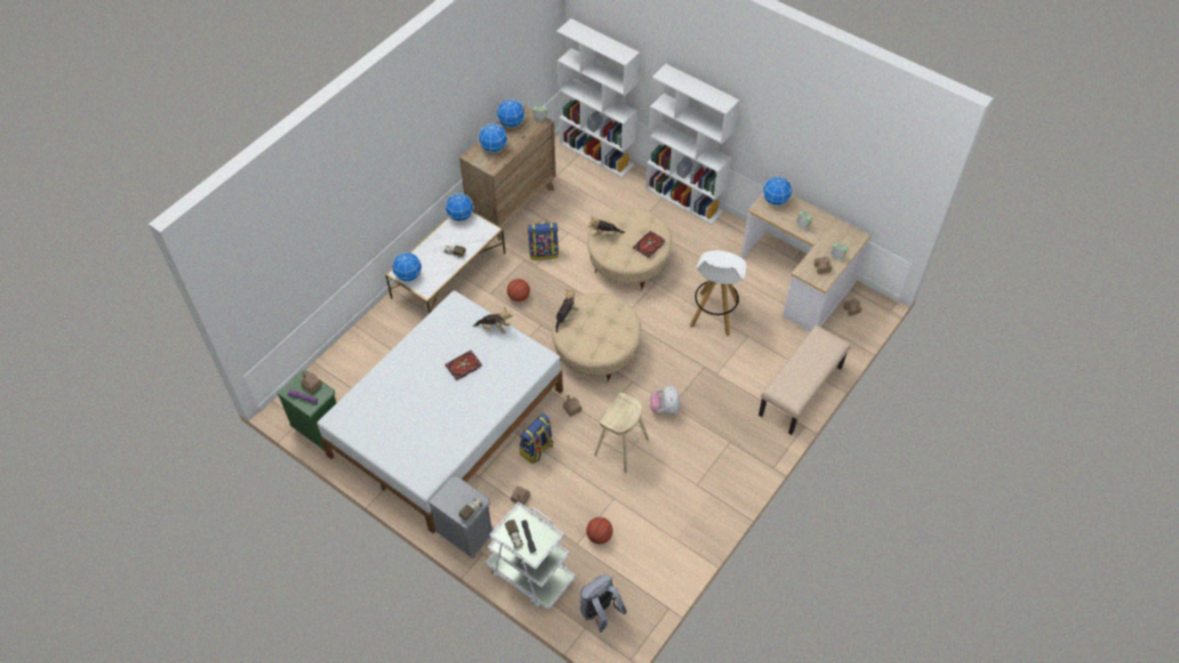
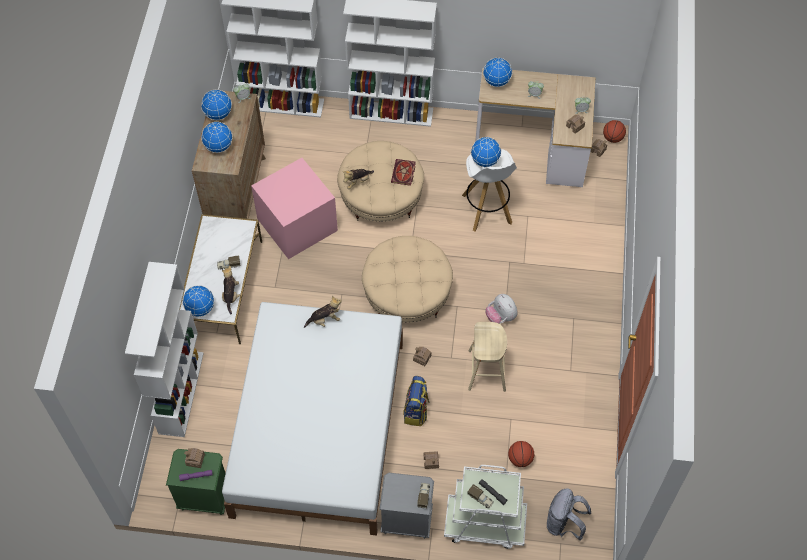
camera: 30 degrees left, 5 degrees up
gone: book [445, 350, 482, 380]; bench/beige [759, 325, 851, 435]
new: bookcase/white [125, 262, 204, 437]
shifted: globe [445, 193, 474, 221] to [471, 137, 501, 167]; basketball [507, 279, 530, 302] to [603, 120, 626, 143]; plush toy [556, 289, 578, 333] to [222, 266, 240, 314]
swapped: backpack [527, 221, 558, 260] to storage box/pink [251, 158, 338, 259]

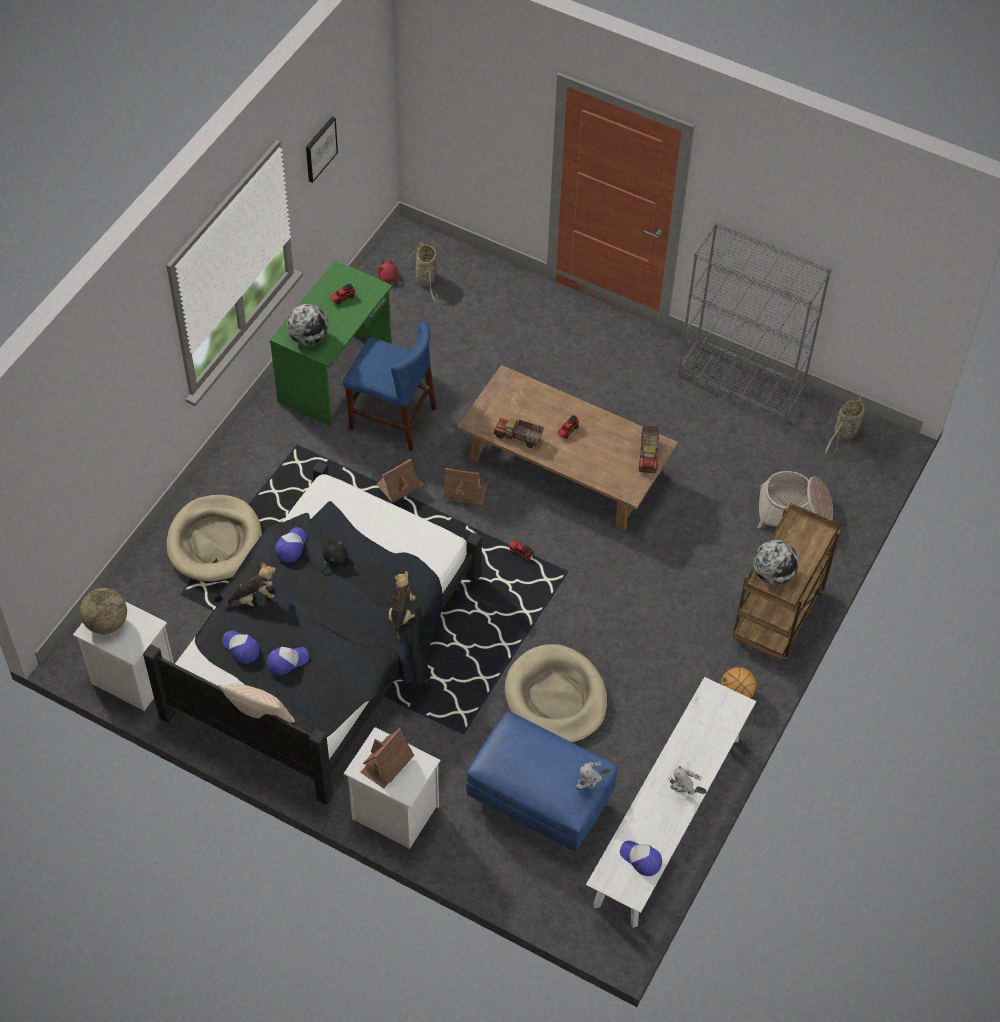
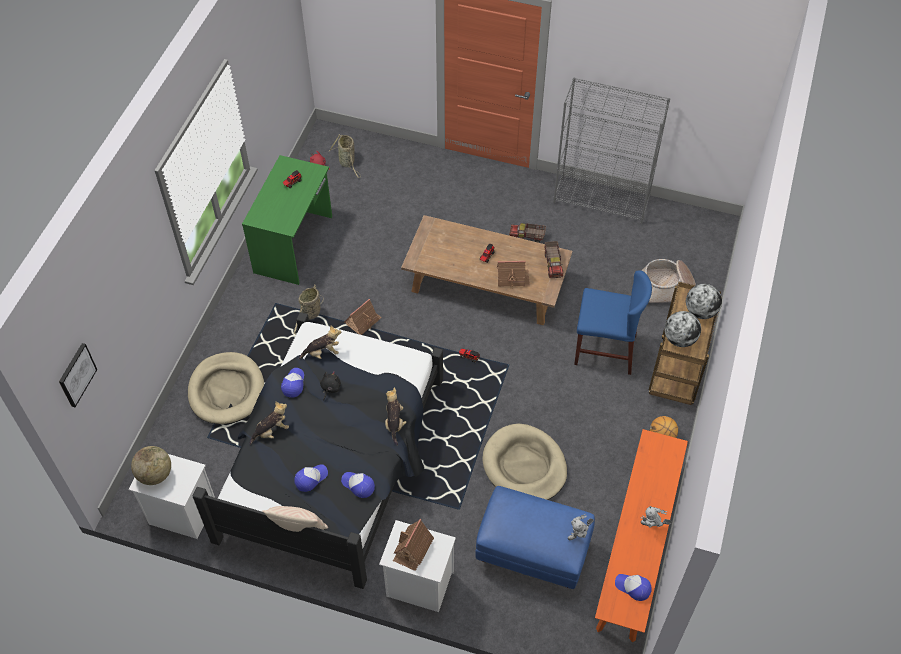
camera: 10 degrees left, 0 degrees up
new: plush toy [299, 325, 341, 359]
shifted: cap [222, 631, 259, 664] to [341, 472, 375, 498]; globe [287, 304, 328, 346] to [686, 284, 722, 319]; picture [306, 117, 338, 183] to [59, 343, 97, 407]; chair/blue [343, 322, 436, 451] to [574, 270, 652, 375]; toy house [443, 468, 487, 505] to [497, 261, 530, 287]; toy truck [493, 418, 544, 448] to [509, 223, 546, 243]; basket [825, 397, 865, 455] to [294, 284, 324, 334]
repainted: bench/white [586, 677, 756, 928] to bench/orange [595, 429, 688, 642]

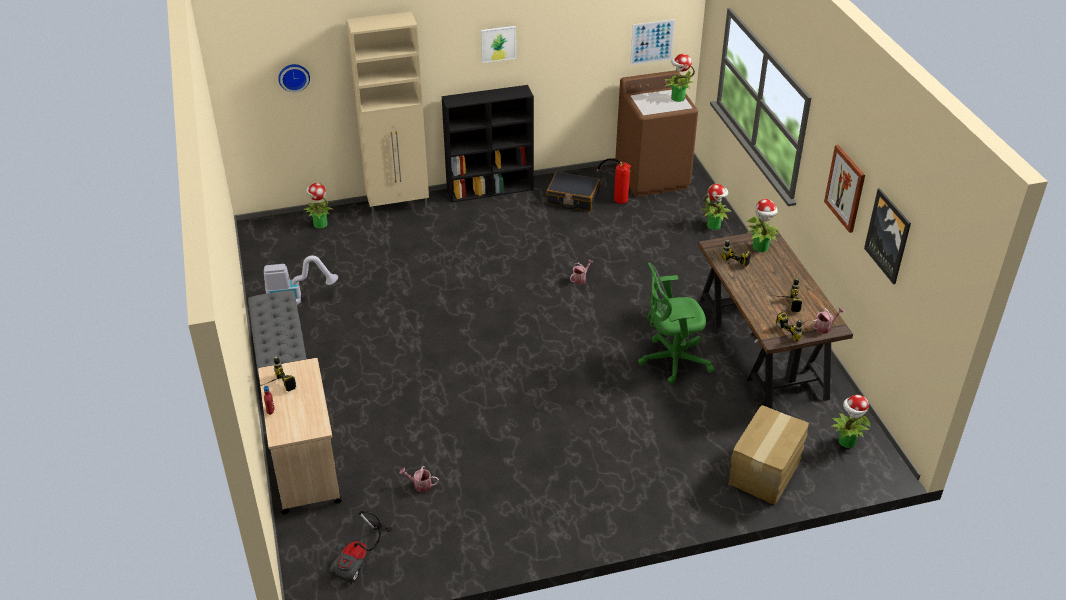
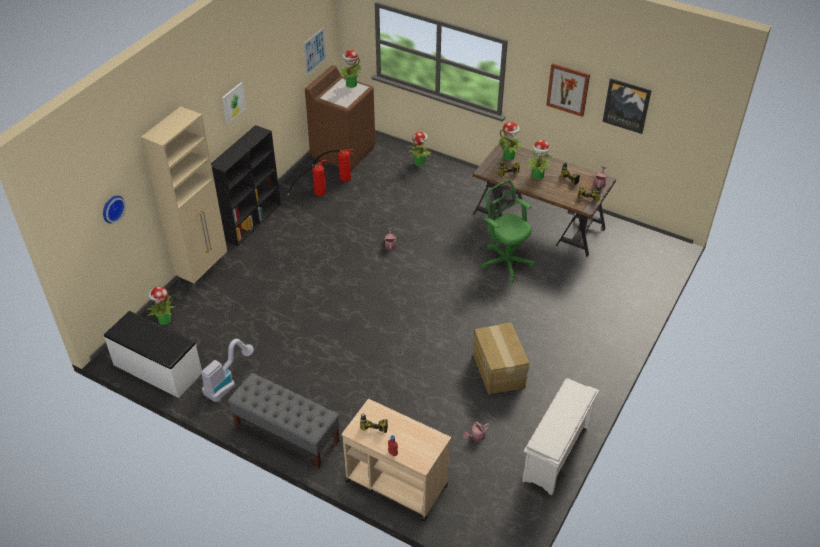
camera: 45 degrees left, 5 degrees up
gone: vacuum cleaner [330, 510, 393, 584]
new: bench/white [104, 311, 202, 398]; shoe rack/white [522, 378, 599, 495]
shifted: cardboard box [728, 405, 809, 505] to [473, 323, 529, 395]; potted plant [830, 395, 871, 448] to [526, 140, 552, 180]
swapped: suitcase/black [546, 171, 600, 211] to fire extinguisher [288, 159, 327, 196]
rotated: office chair/green [638, 262, 715, 384] = [481, 180, 535, 283] 105 degrees clockwise

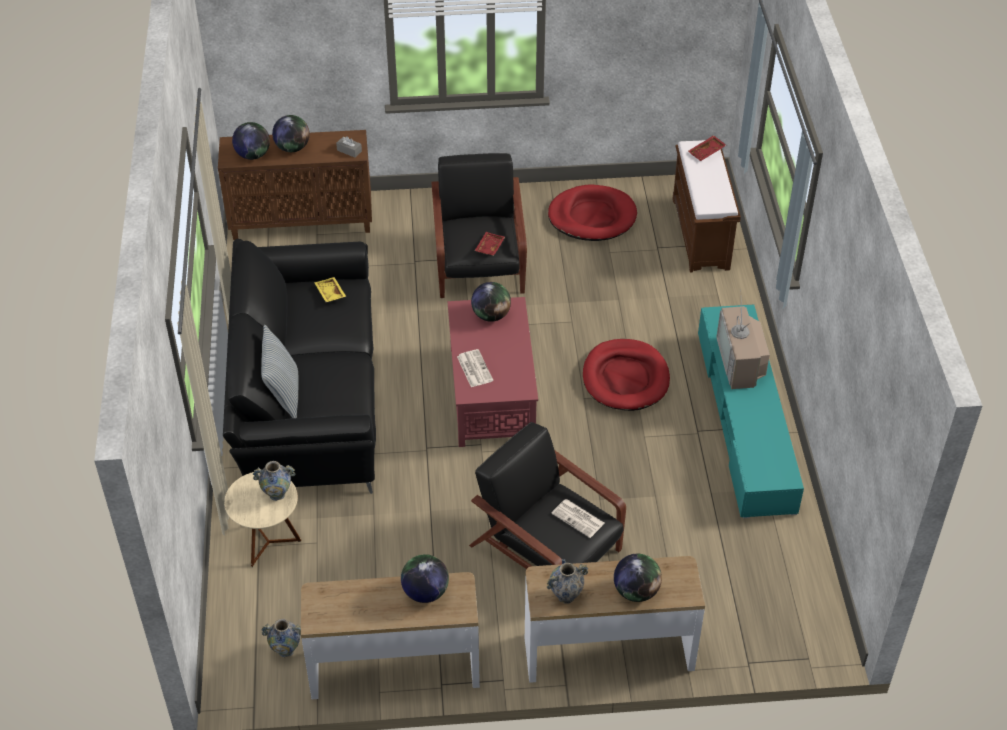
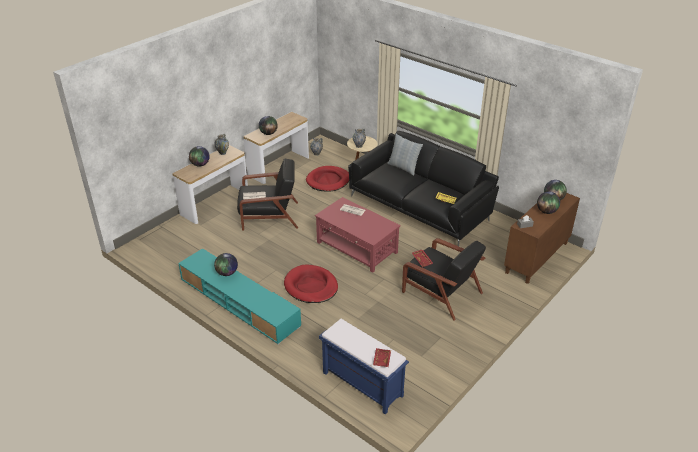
camera: 135 degrees right, 10 degrees down
gone: television [716, 290, 770, 389]
shifted: globe [471, 282, 511, 322] to [214, 253, 238, 276]; dog bed/red [548, 185, 637, 241] to [306, 166, 349, 192]
repainted: bench/brown [672, 140, 741, 273] to bench/blue [319, 319, 409, 414]

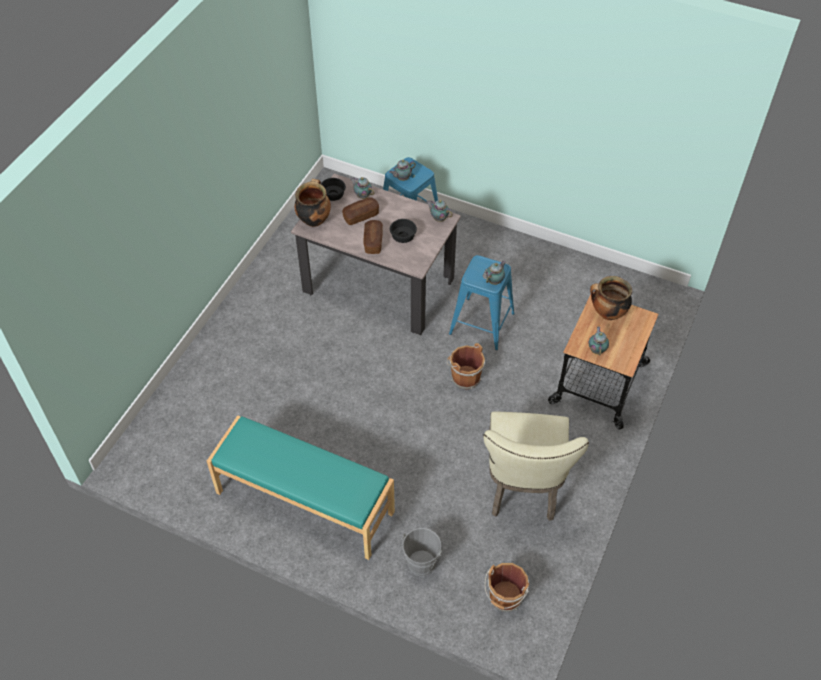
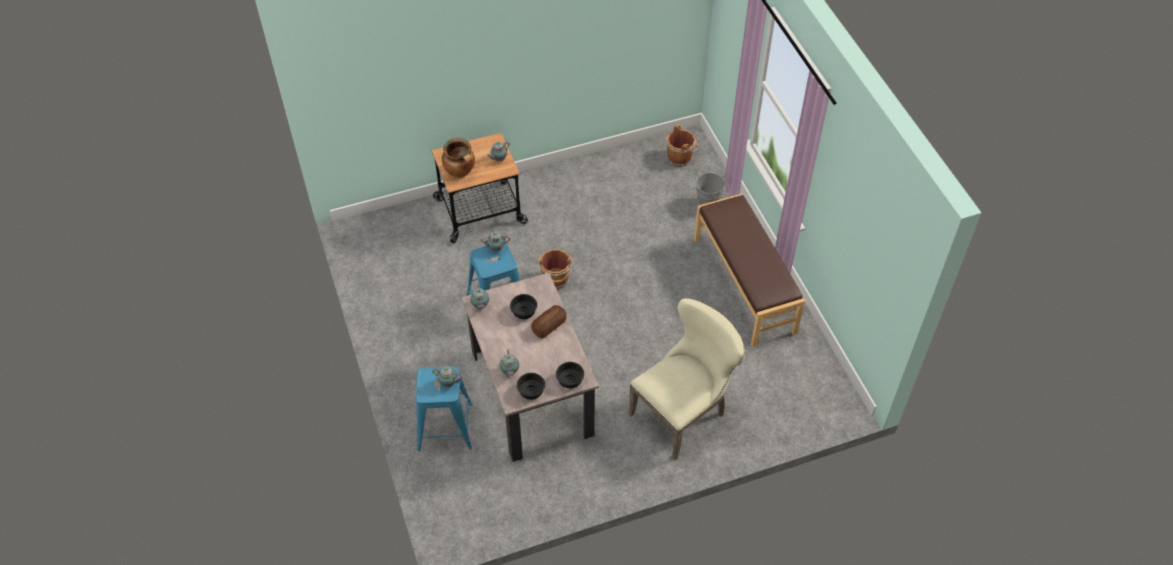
camera: 135 degrees left, 0 degrees up
gone: bread [342, 197, 379, 225]
shifted: chair/beige [483, 412, 589, 521] to [628, 298, 745, 460]
swapped: cooking pot [295, 179, 331, 227] to bowl/black [556, 362, 584, 389]
repainted: bench/turquoise [207, 415, 395, 560] to bench/brown [694, 194, 805, 348]

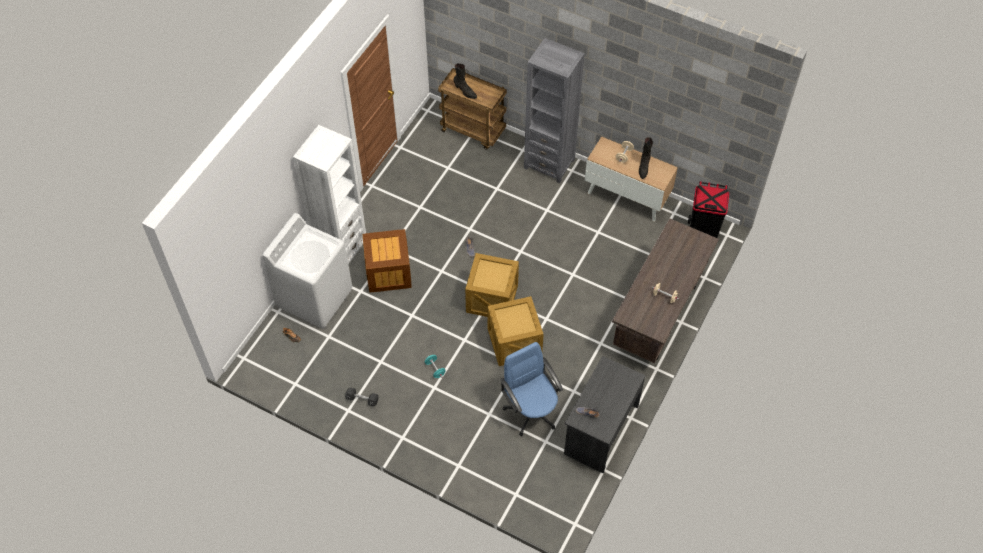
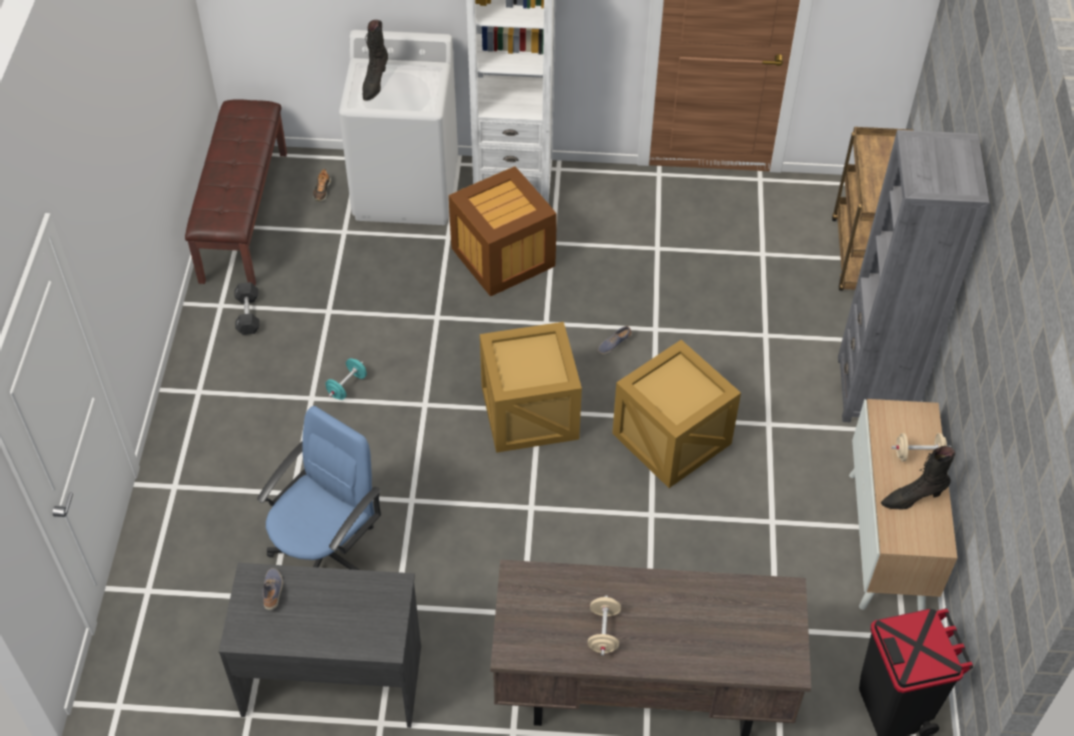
camera: 65 degrees right, 5 degrees down
new: bench/brown [185, 100, 287, 285]
shifted: boot/black [454, 63, 477, 99] to [362, 20, 388, 101]; crate [487, 296, 544, 366] to [612, 340, 741, 488]

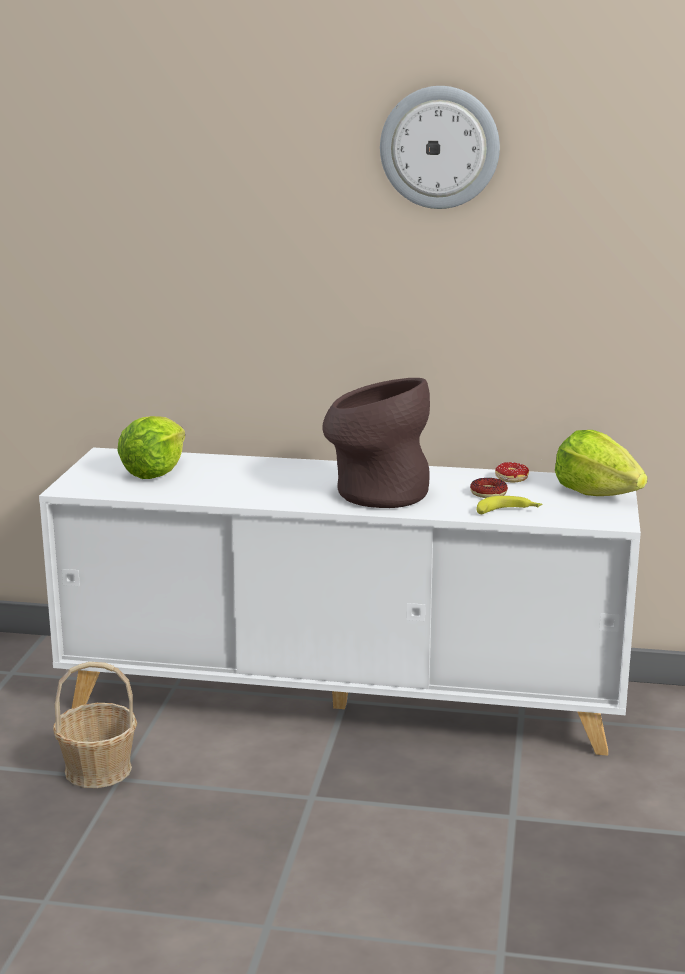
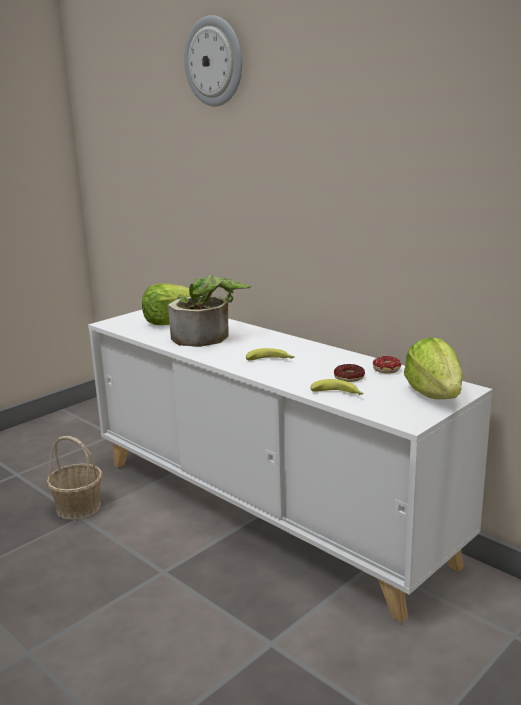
camera: 35 degrees right, 0 degrees up
new: potted plant [168, 275, 251, 347]
shifted: wall clock [380, 86, 500, 209] to [184, 15, 242, 107]
swapped: vase/brown [323, 378, 430, 508] to banana [246, 348, 294, 361]

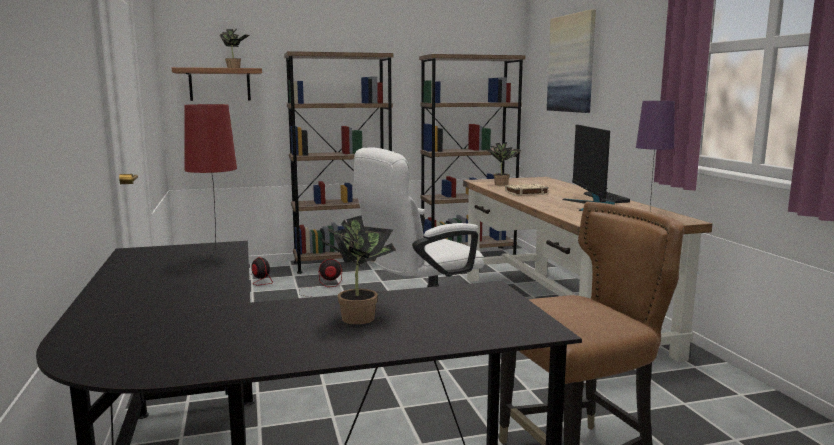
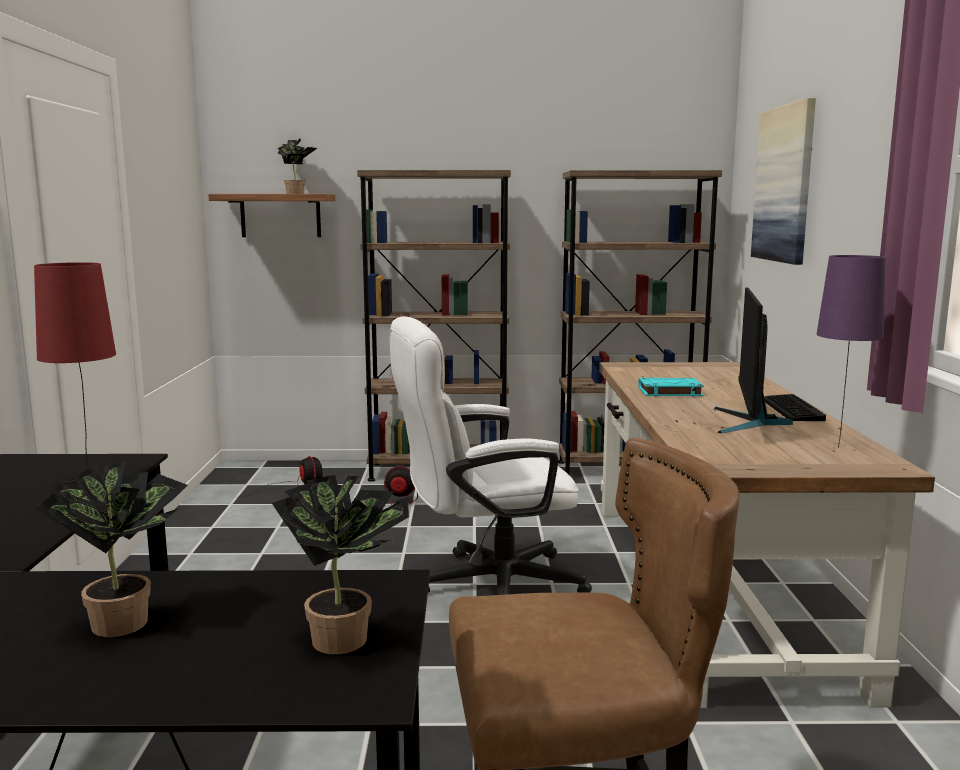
camera: 15 degrees right, 0 degrees up
shifted: potted plant [487, 142, 521, 186] to [272, 475, 409, 654]
repainted: book/beige [505, 184, 549, 196] to book/turquoise [638, 377, 704, 397]

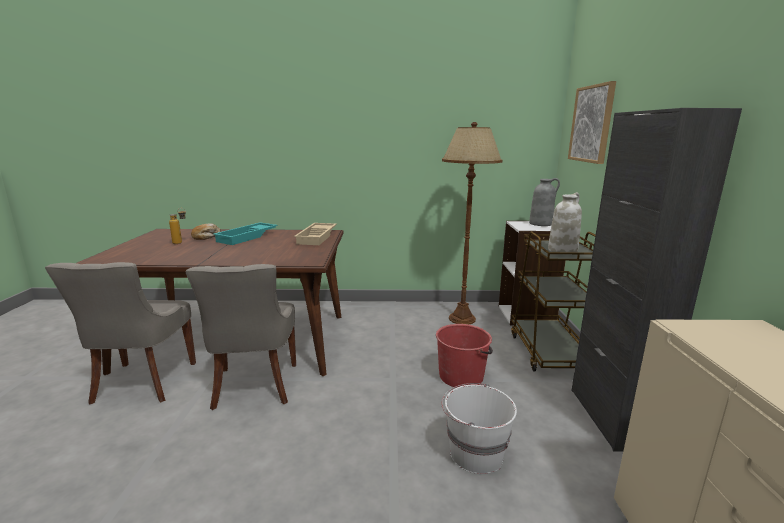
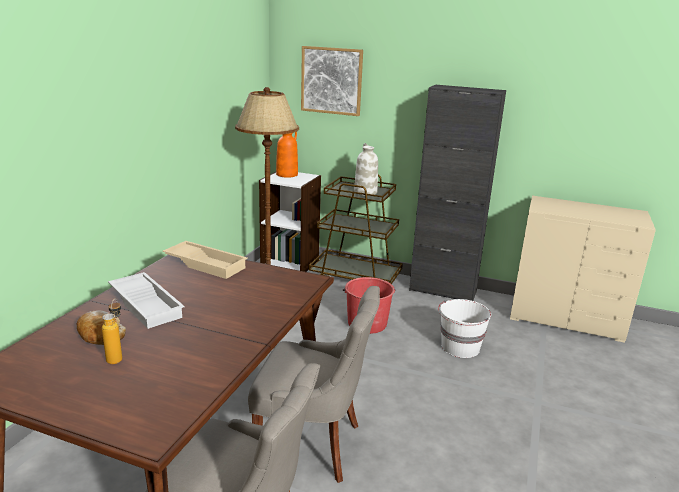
camera: 70 degrees left, 5 degrees up
repainted: tray/turquoise [213, 222, 278, 245] to tray/white [108, 272, 184, 329]; vase/grey [529, 178, 560, 226] to vase/orange [276, 132, 298, 178]

